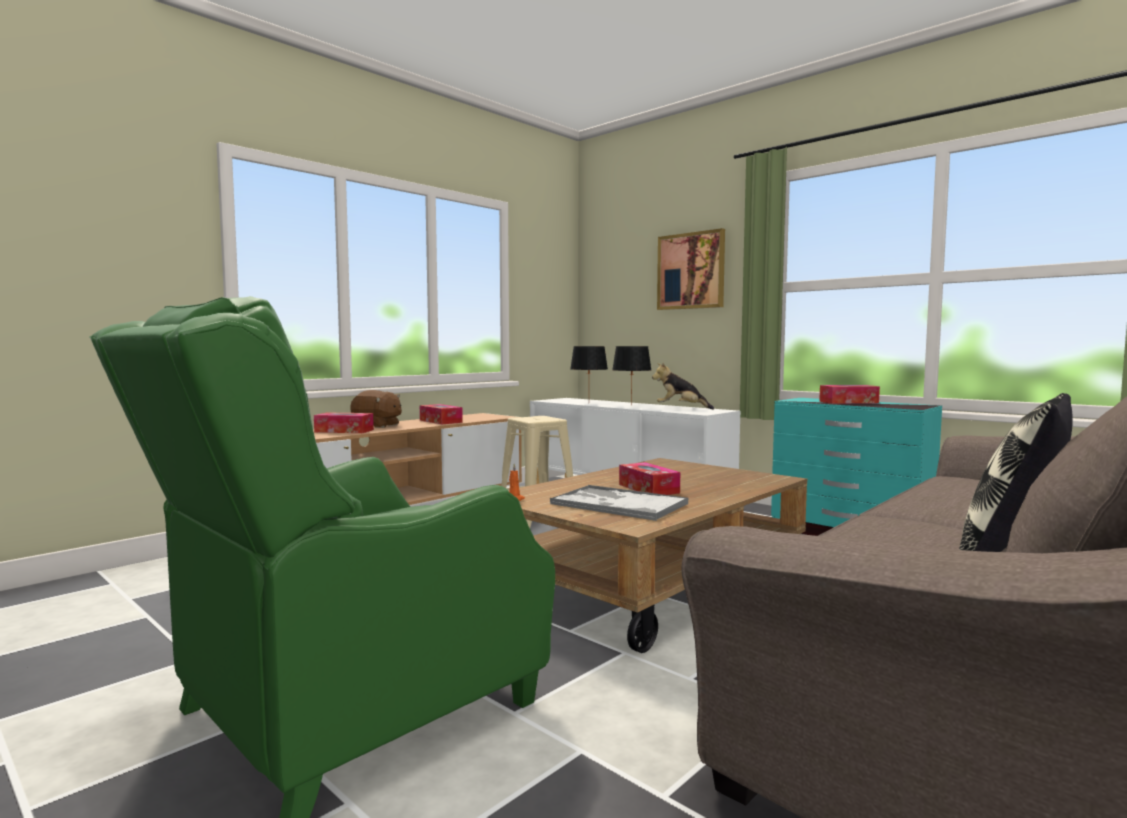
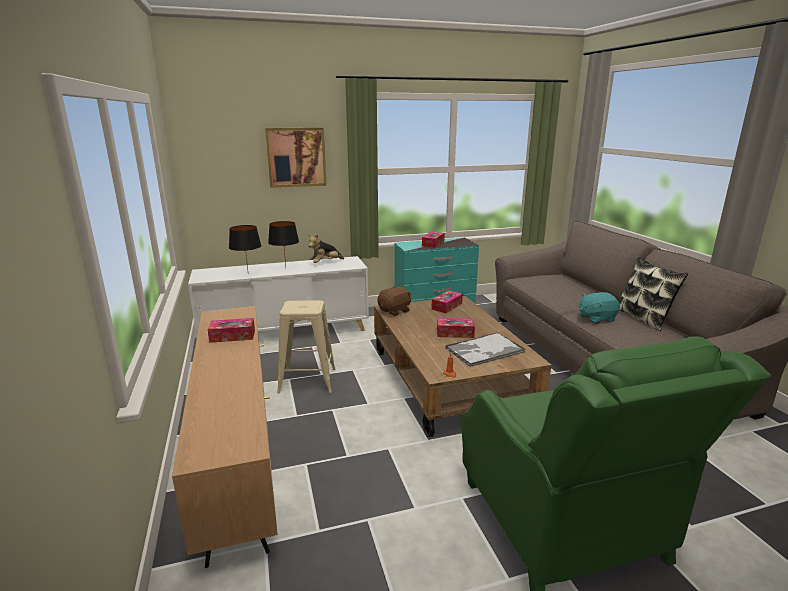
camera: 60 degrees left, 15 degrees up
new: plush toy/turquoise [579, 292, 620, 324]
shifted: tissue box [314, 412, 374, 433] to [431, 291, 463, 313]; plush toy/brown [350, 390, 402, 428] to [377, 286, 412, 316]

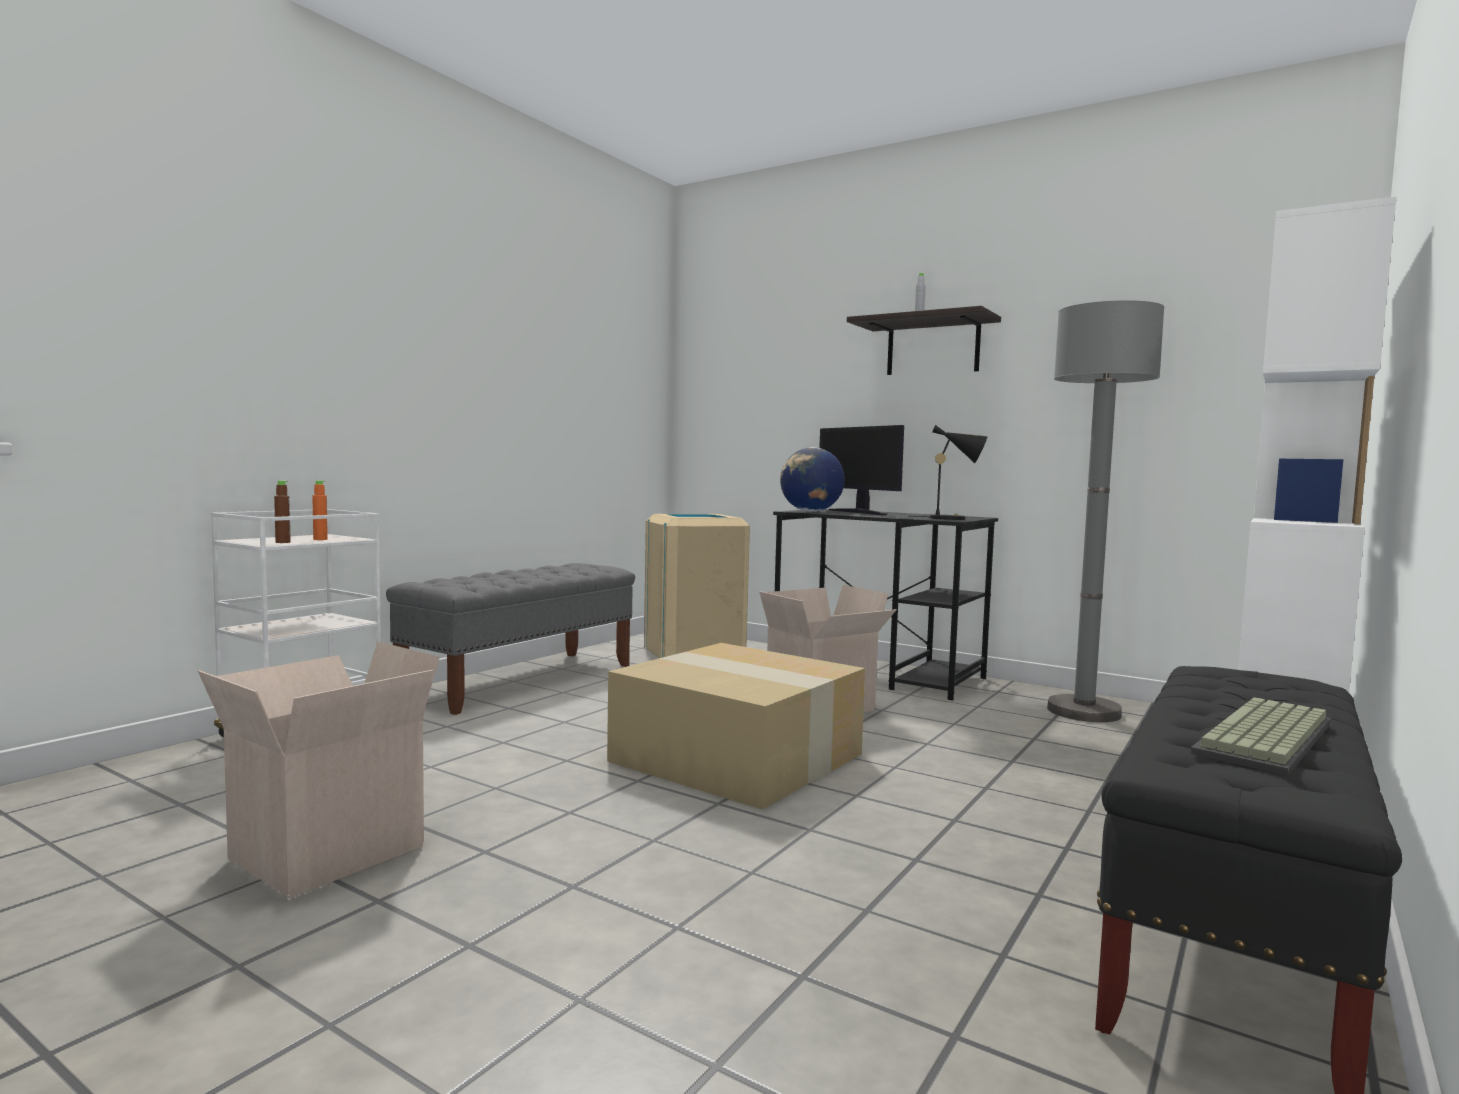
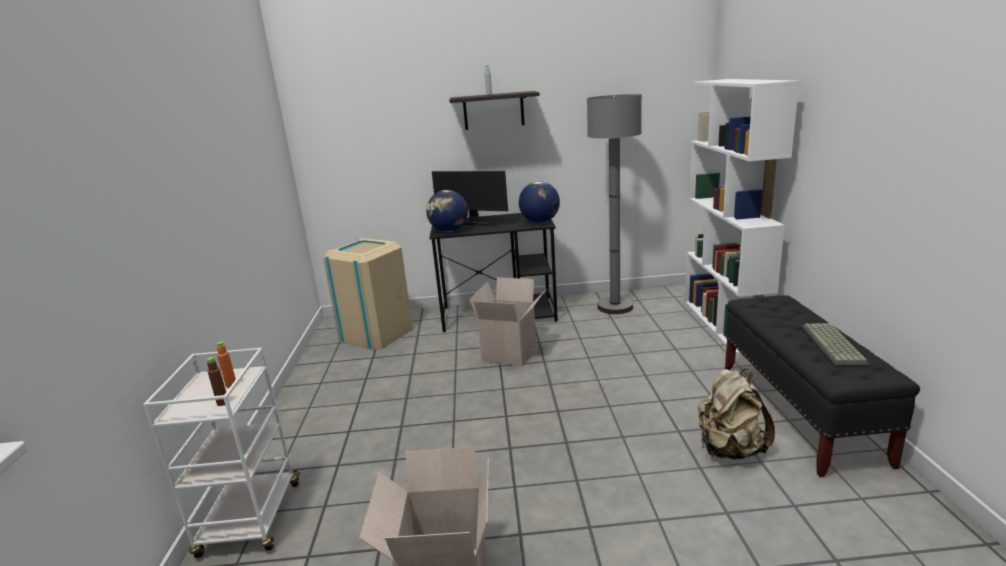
camera: 35 degrees left, 15 degrees up
gone: bench/grey [386, 563, 635, 715]; cardboard box [607, 643, 865, 809]
new: backpack/beige [698, 369, 775, 459]
swapped: table lamp/black [910, 425, 987, 520] to globe [519, 181, 560, 223]

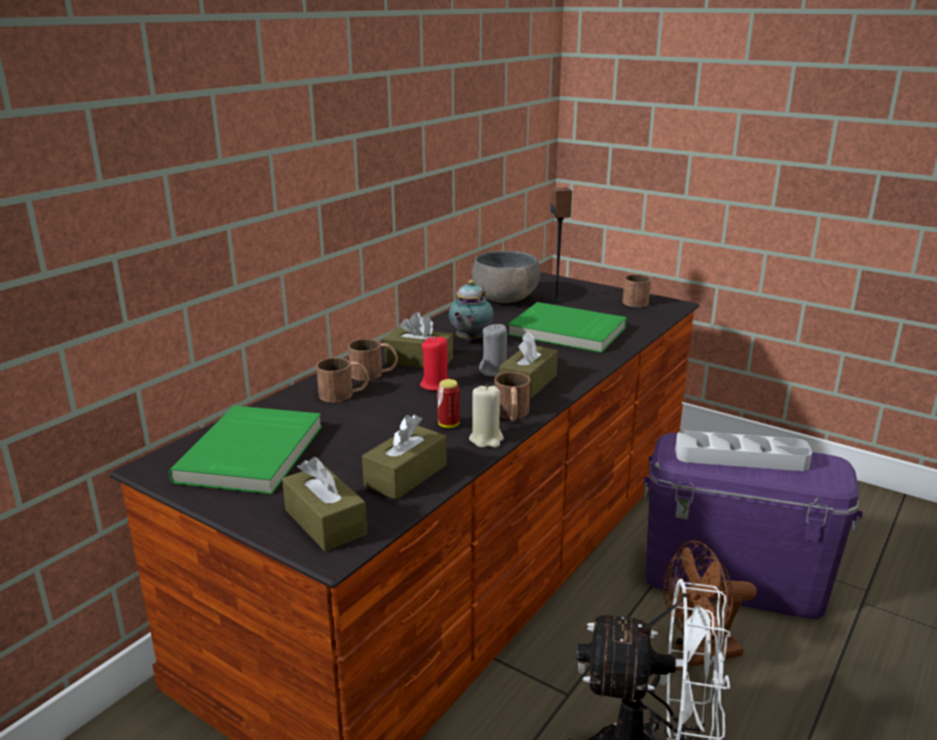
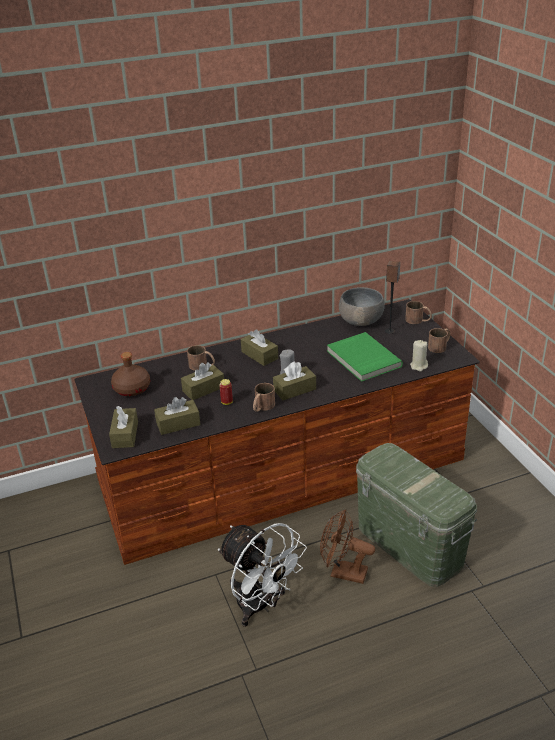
camera: 35 degrees right, 10 degrees up
gone: candle/red [420, 336, 450, 391]; teapot [449, 280, 494, 342]; tray/grey [675, 431, 812, 471]
new: tissue box/brown [181, 362, 224, 400]
shifted: mug/brown [348, 339, 398, 381] to [405, 301, 432, 324]; candle/beige [469, 384, 504, 448] to [410, 340, 428, 372]
swapped: book/green [169, 406, 322, 494] to bottle/brown [111, 352, 150, 396]
repainted: storage box/purple [643, 433, 863, 619] to storage box/green [356, 443, 477, 587]

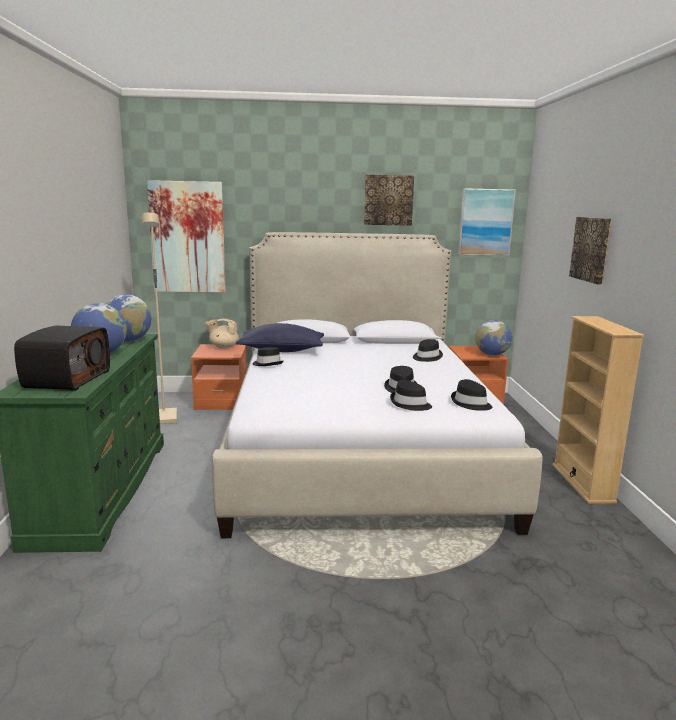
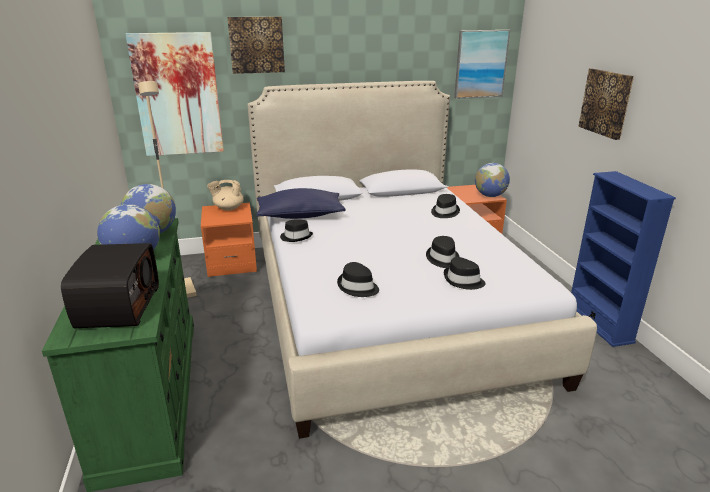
camera: 10 degrees left, 10 degrees up
shifted: picture [364, 175, 414, 226] to [227, 17, 285, 74]; hat/black [451, 379, 492, 411] to [337, 262, 379, 297]
repainted: bookcase/beige [553, 316, 644, 504] to bookcase/blue [571, 171, 676, 347]

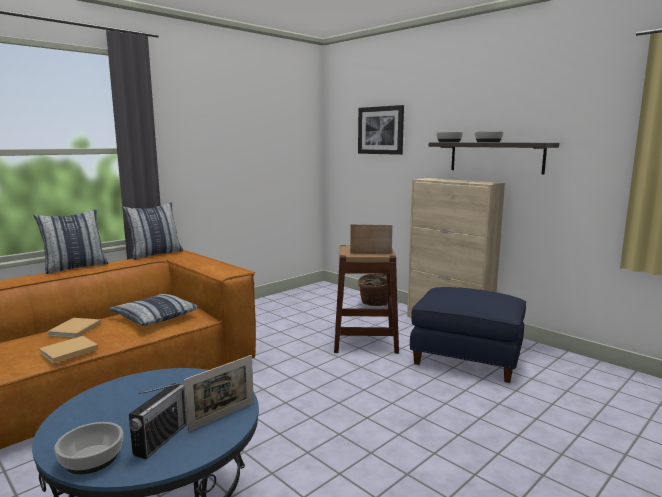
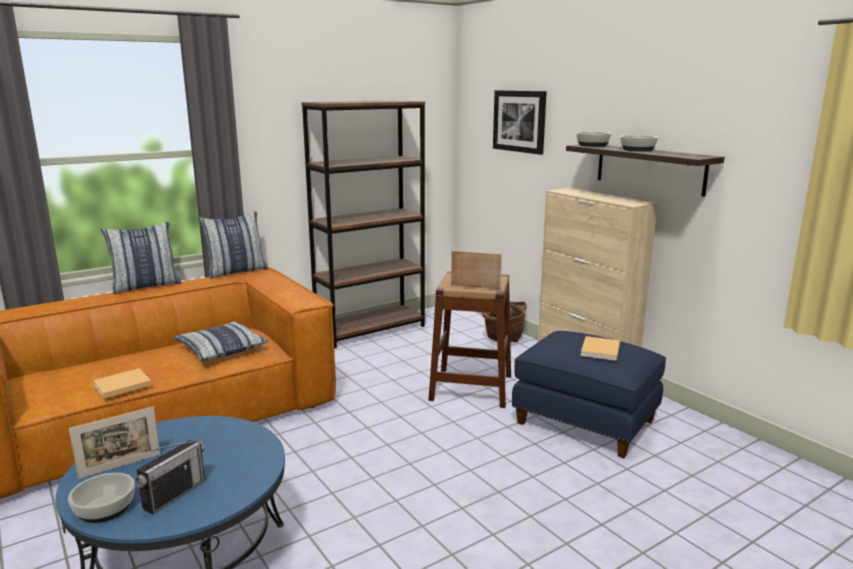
camera: 10 degrees right, 5 degrees up
new: bookcase/brown [301, 100, 425, 349]
shifted: book/beige [47, 318, 101, 338] to [580, 336, 620, 361]; picture frame [184, 355, 254, 432] to [69, 407, 160, 479]

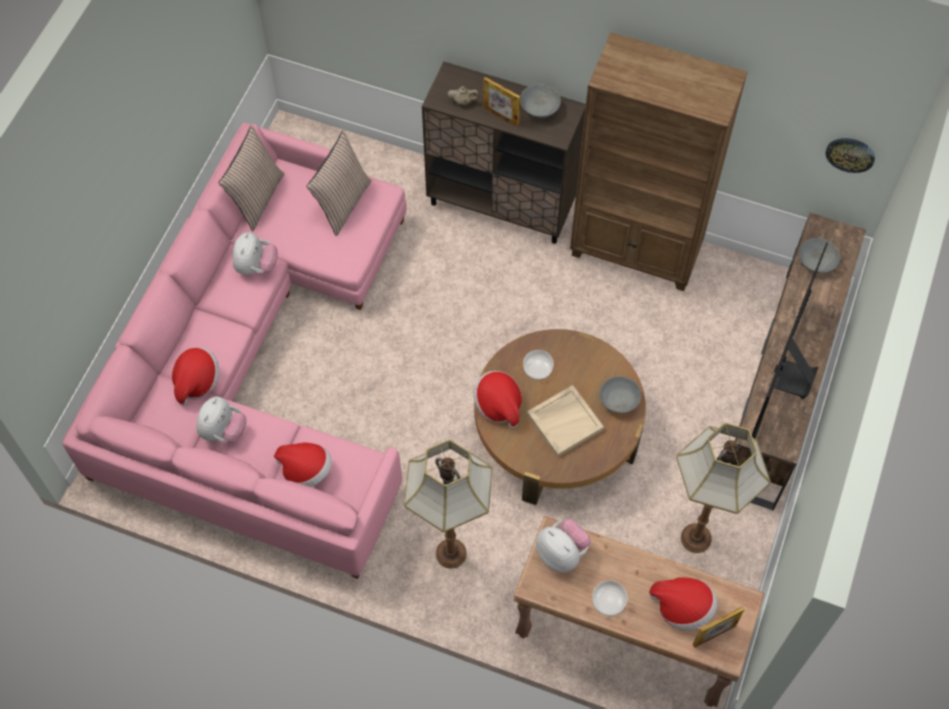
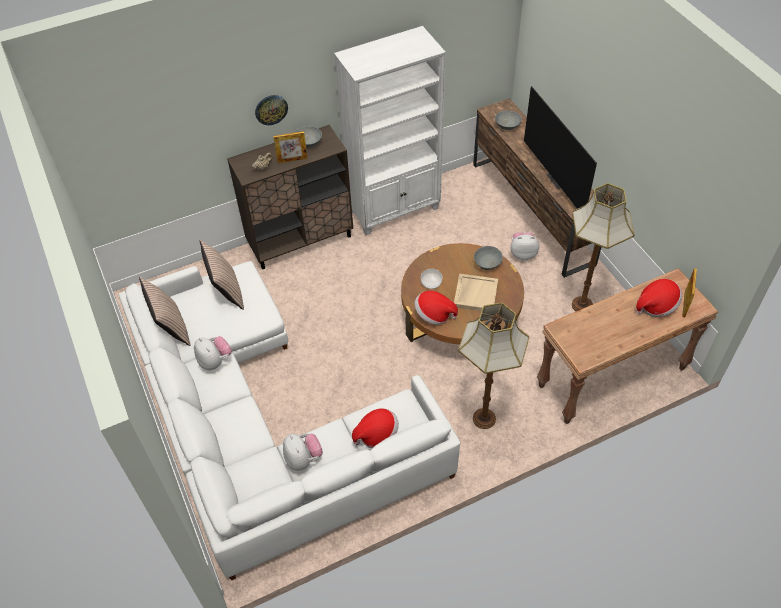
camera: 45 degrees left, 10 degrees down
gone: hat [172, 347, 220, 406]; bowl [592, 580, 627, 616]
shifted: plush toy [536, 519, 591, 573] to [510, 232, 539, 260]; wall clock [825, 138, 875, 173] to [255, 95, 288, 125]
repainted: sofa/pink [62, 123, 407, 579] to sofa/white [119, 261, 460, 580]; bookcase/brown [570, 32, 748, 291] to bookcase/white [334, 26, 446, 235]

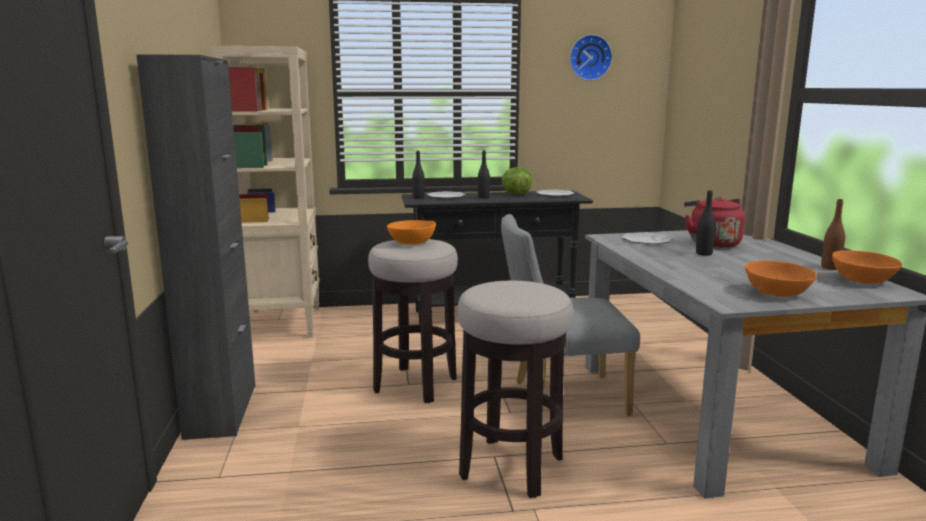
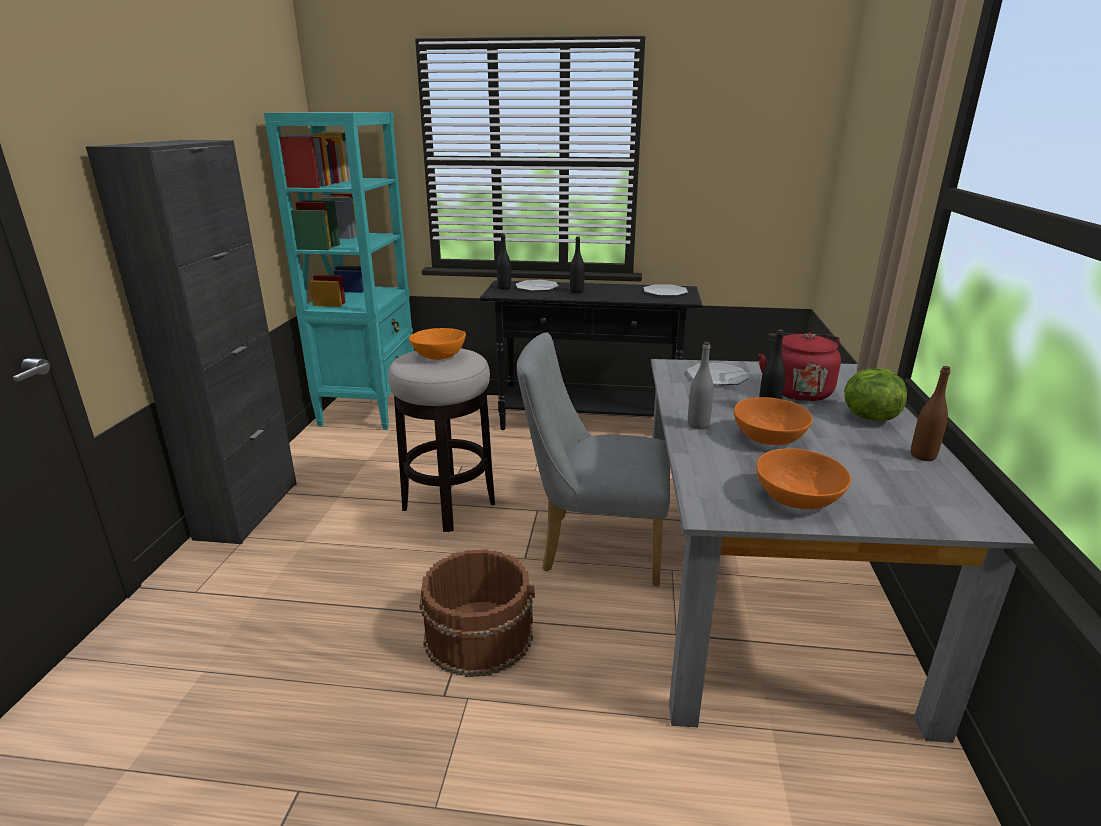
camera: 15 degrees right, 10 degrees up
gone: wall clock [570, 35, 612, 81]
new: bottle/grey [688, 342, 714, 429]
shifted: lettuce [502, 167, 532, 195] to [844, 368, 907, 421]; bowl/orange [832, 250, 902, 284] to [734, 397, 813, 445]
swapped: stool [457, 281, 573, 498] to bucket/brown [419, 549, 535, 677]
repainted: bookcase/beige [211, 46, 320, 338] to bookcase/turquoise [264, 112, 414, 430]

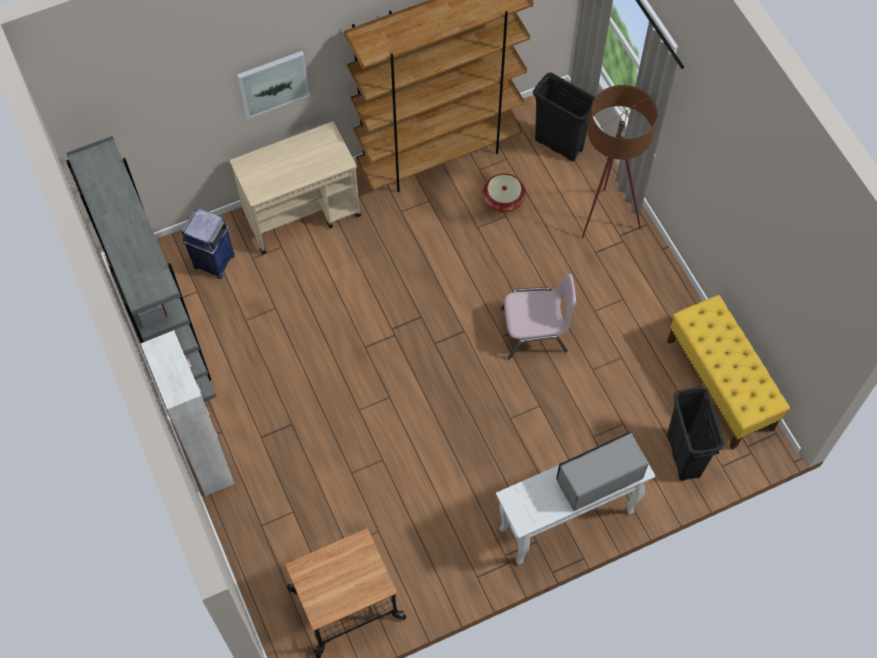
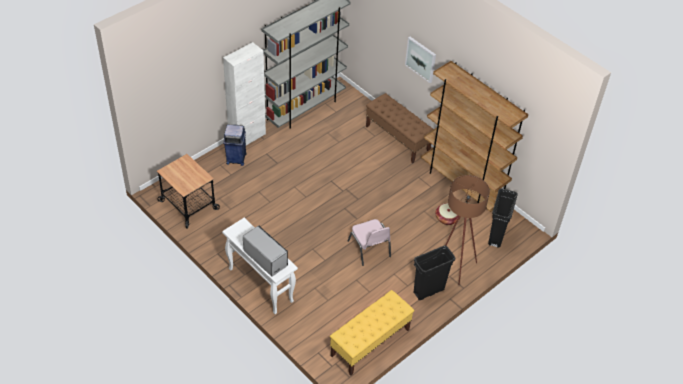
camera: 70 degrees right, 15 degrees down
shifted: trash can/blue [182, 208, 235, 279] to [223, 124, 247, 166]; trash can/black [667, 386, 725, 481] to [413, 245, 456, 300]
swapped: cart/beige [230, 122, 361, 254] to bench/brown [366, 93, 434, 163]

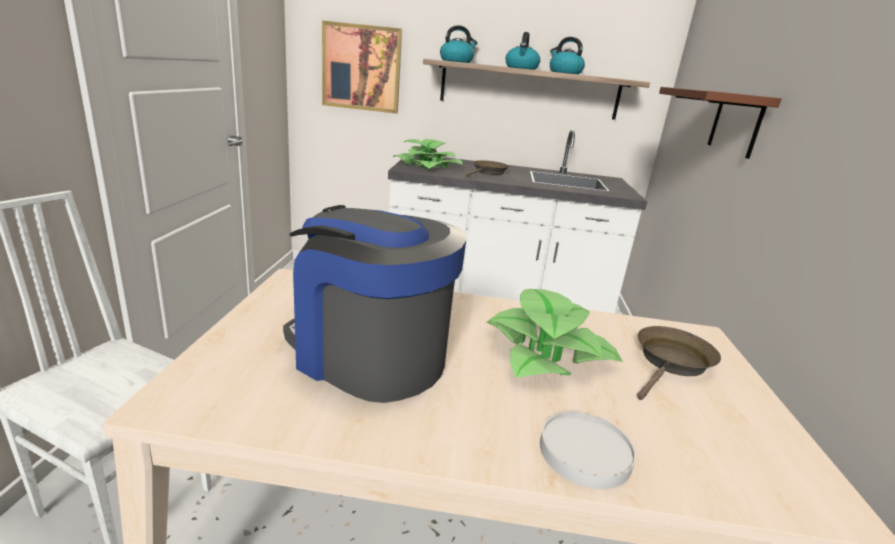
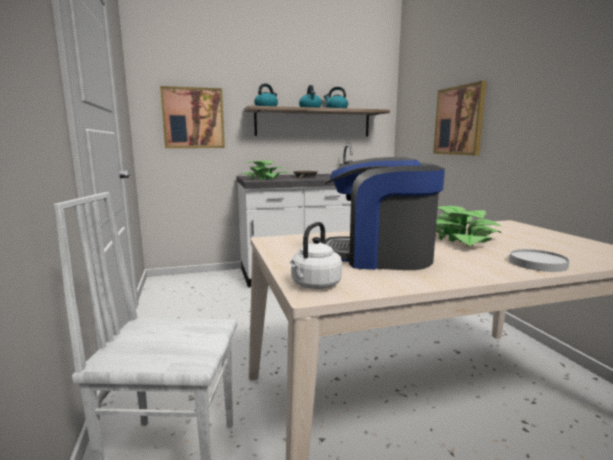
camera: 20 degrees left, 10 degrees down
gone: frying pan/brown [637, 326, 721, 400]
new: kettle/white [290, 222, 342, 289]
swapped: shelf/brown [659, 87, 781, 159] to picture [433, 81, 487, 155]

